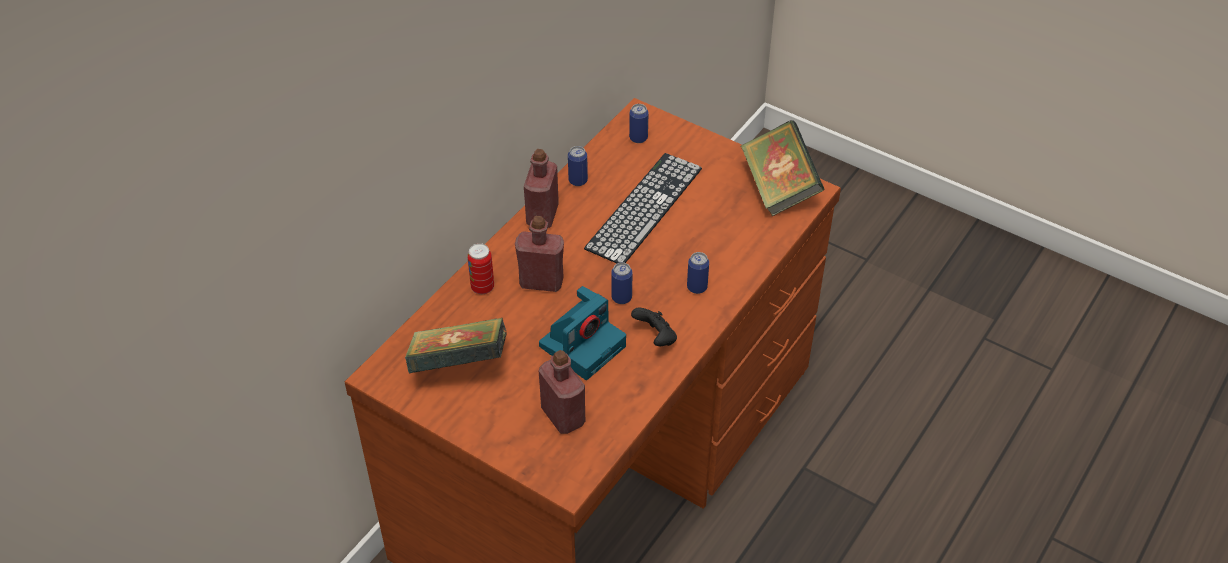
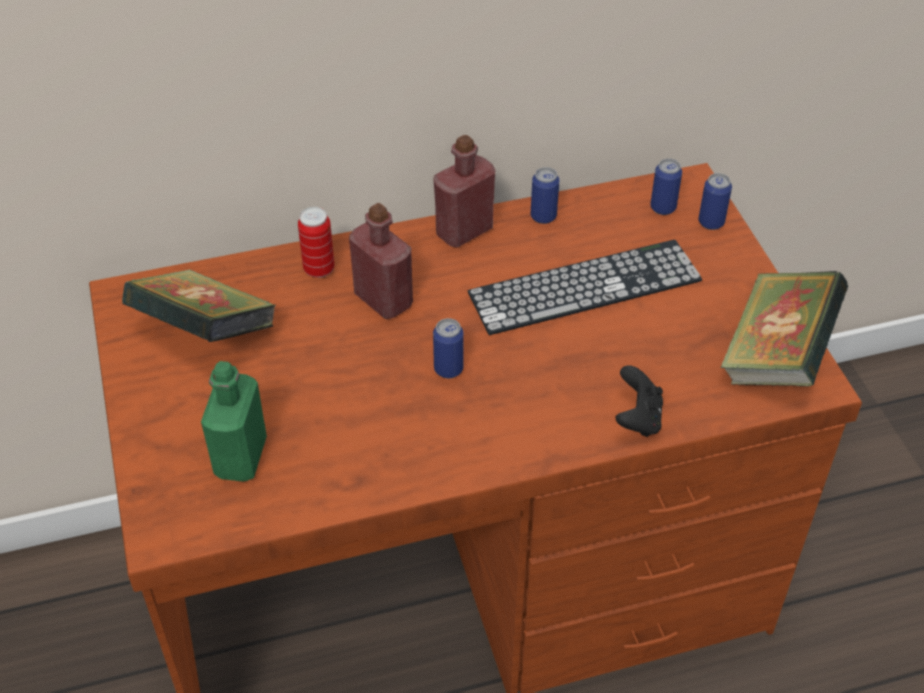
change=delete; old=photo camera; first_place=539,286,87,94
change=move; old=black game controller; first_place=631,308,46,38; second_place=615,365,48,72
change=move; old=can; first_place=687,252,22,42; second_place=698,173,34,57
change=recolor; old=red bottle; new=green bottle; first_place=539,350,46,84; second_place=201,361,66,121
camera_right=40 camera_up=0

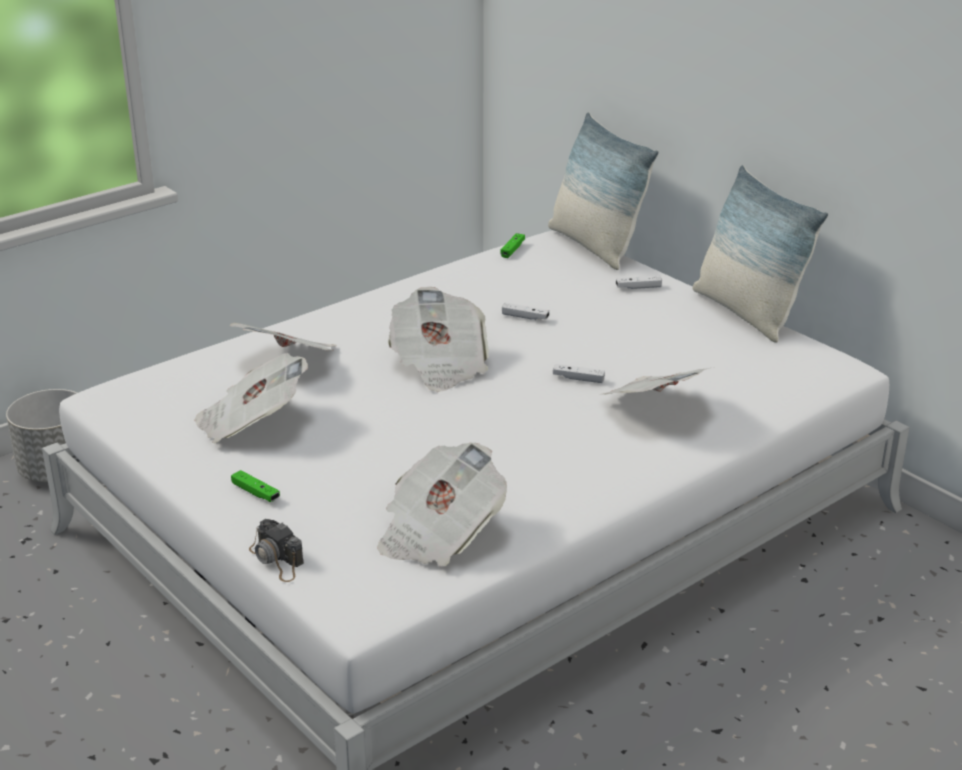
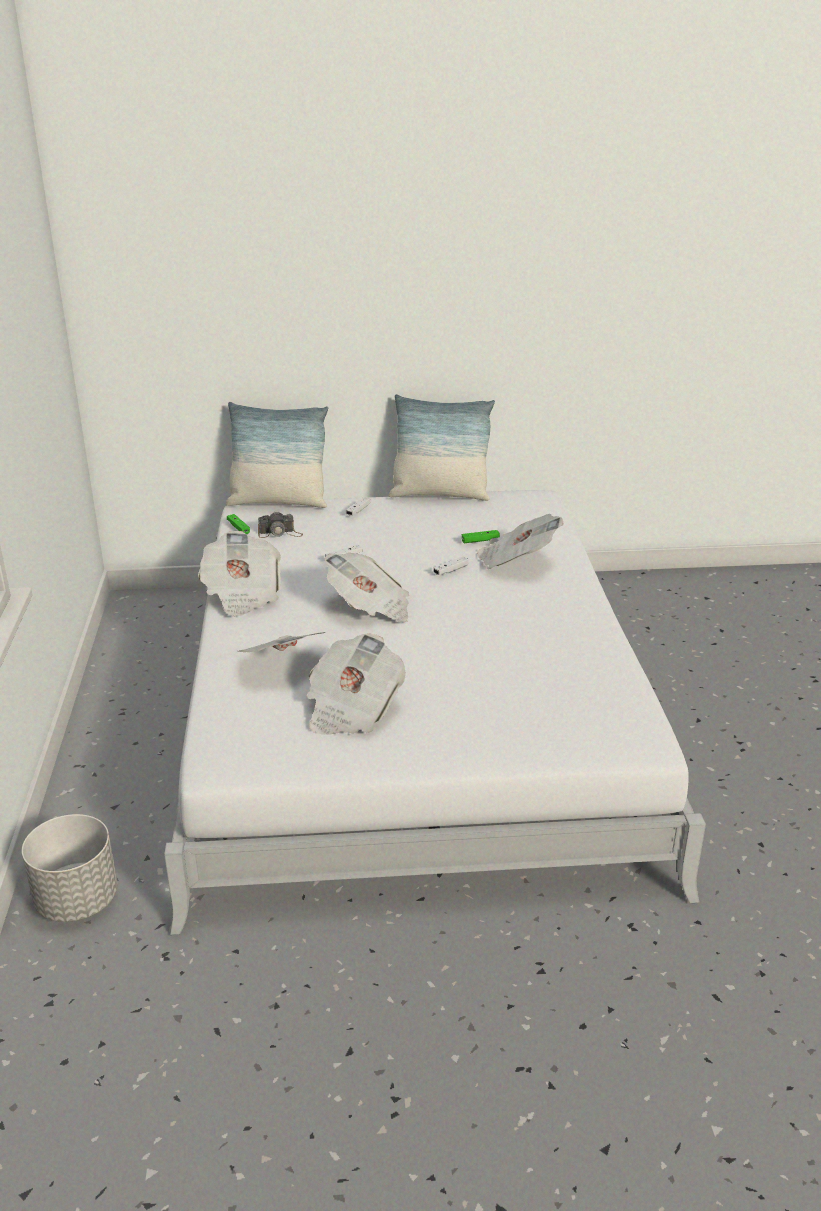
change=move; old=green game controller; first_place=231,470,49,32; second_place=462,530,38,13
change=move; old=photo camera; first_place=249,519,55,63; second_place=258,511,45,27
change=move; old=newspaper; first_place=377,443,130,123; second_place=198,531,83,86
camera_right=-55 camera_up=0

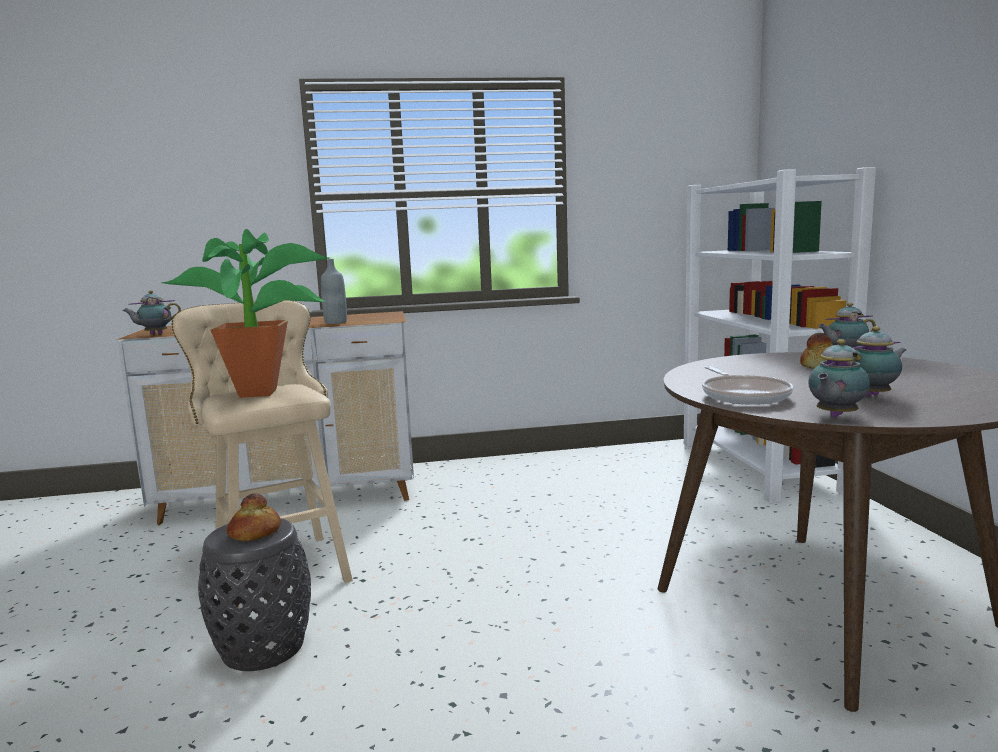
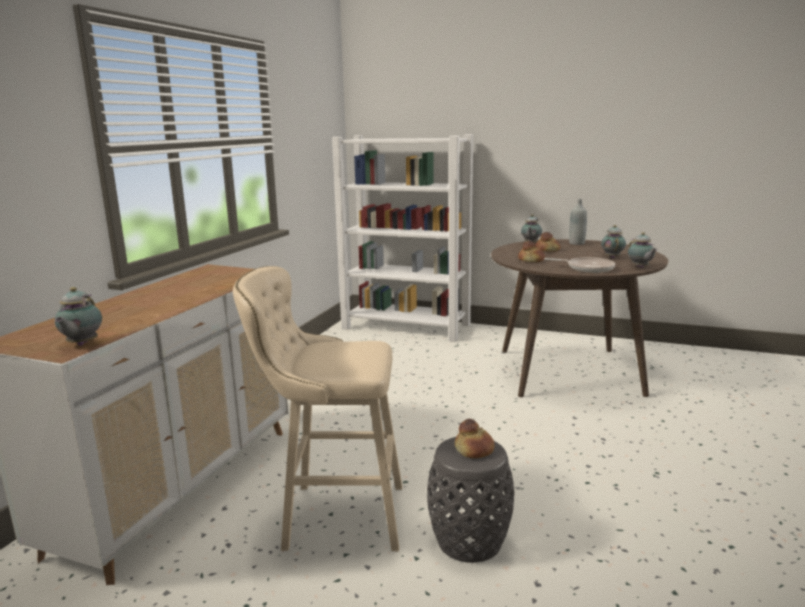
change=delete; old=potted plant; first_place=162,229,167,169
change=insert; new=bread; second_place=518,241,27,21
change=move; old=grey bottle; first_place=321,259,26,65; second_place=569,199,18,46
camera_right=-60 camera_up=5

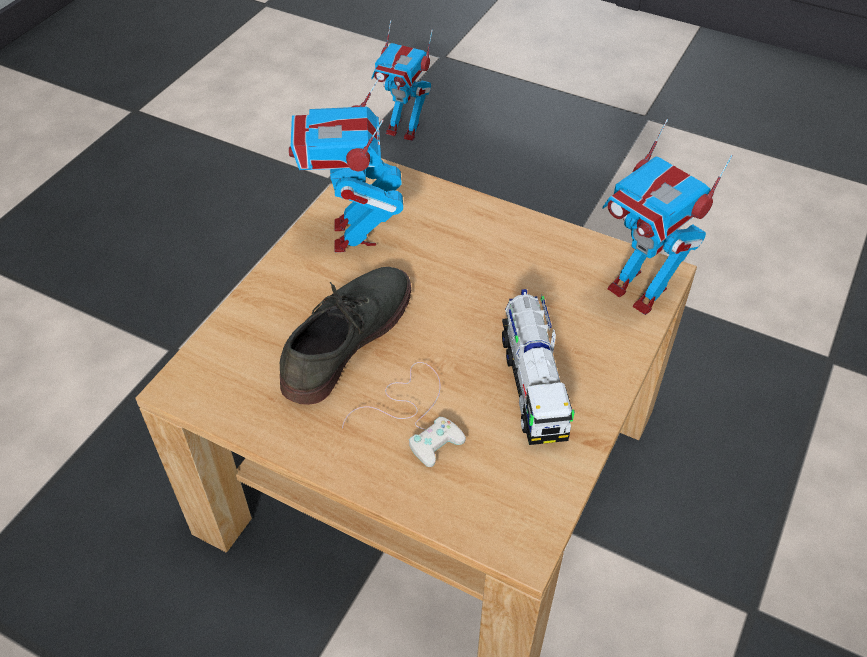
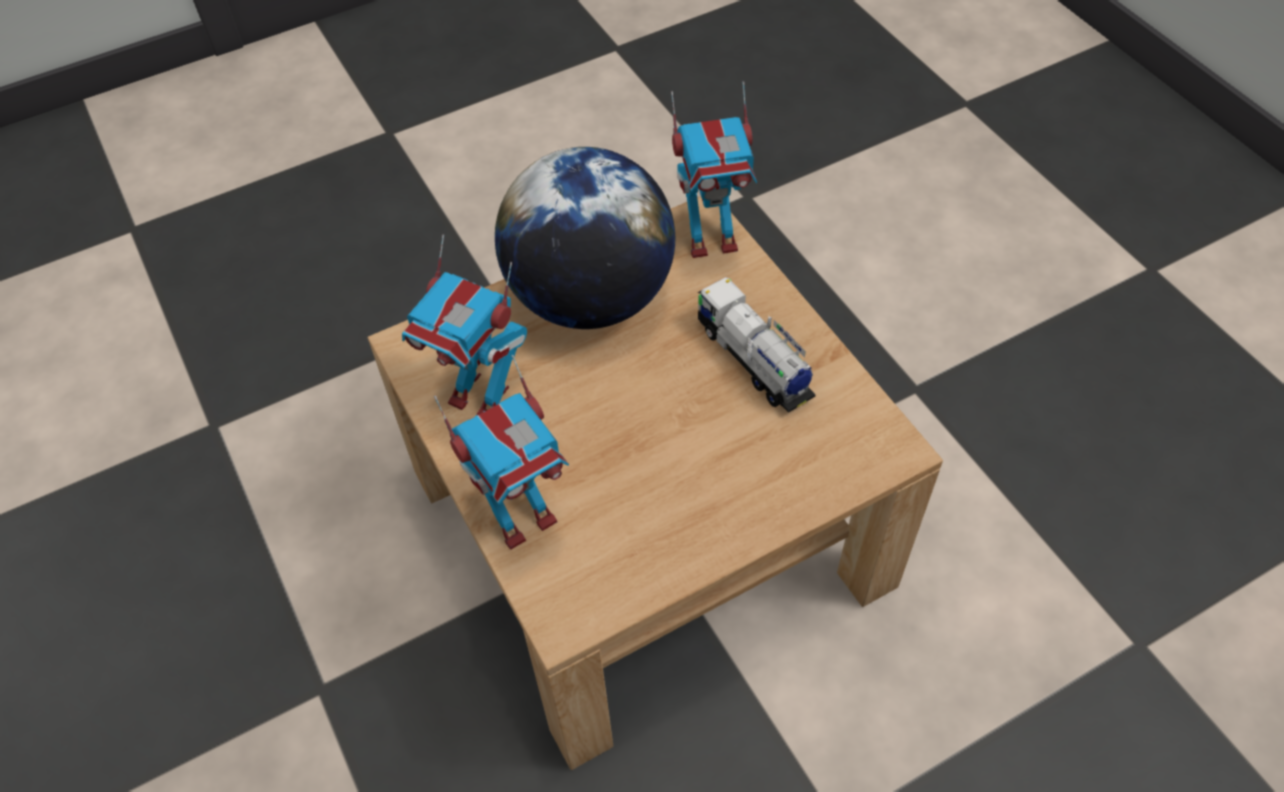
change=delete; old=grey shoe; first_place=280,267,131,138
change=delete; old=white game controller; first_place=342,362,124,105
change=insert; new=globe; second_place=495,147,181,182
change=move; old=toy robot; first_place=371,20,62,121; second_place=434,355,135,195
change=rotate; old=toy truck; first_place=502,289,73,156; second_place=698,277,118,136; degrees=-150
camera_right=-55 camera_up=5

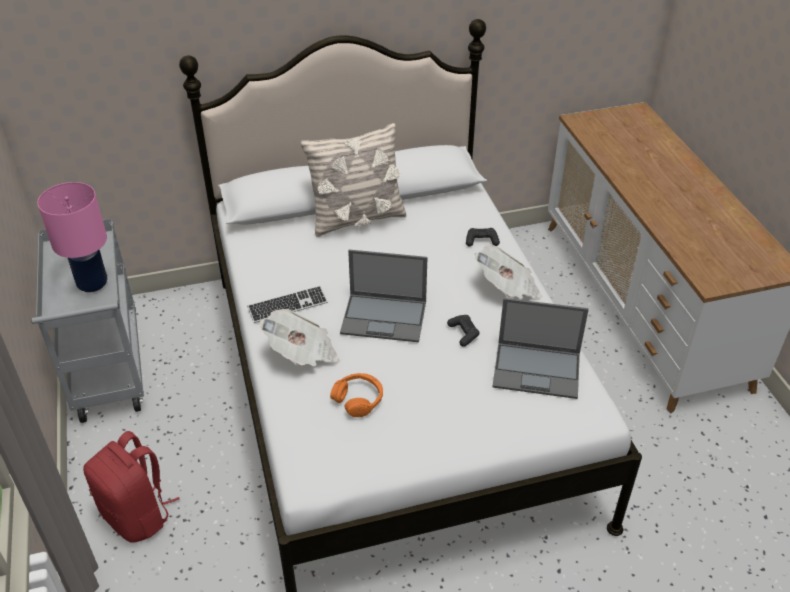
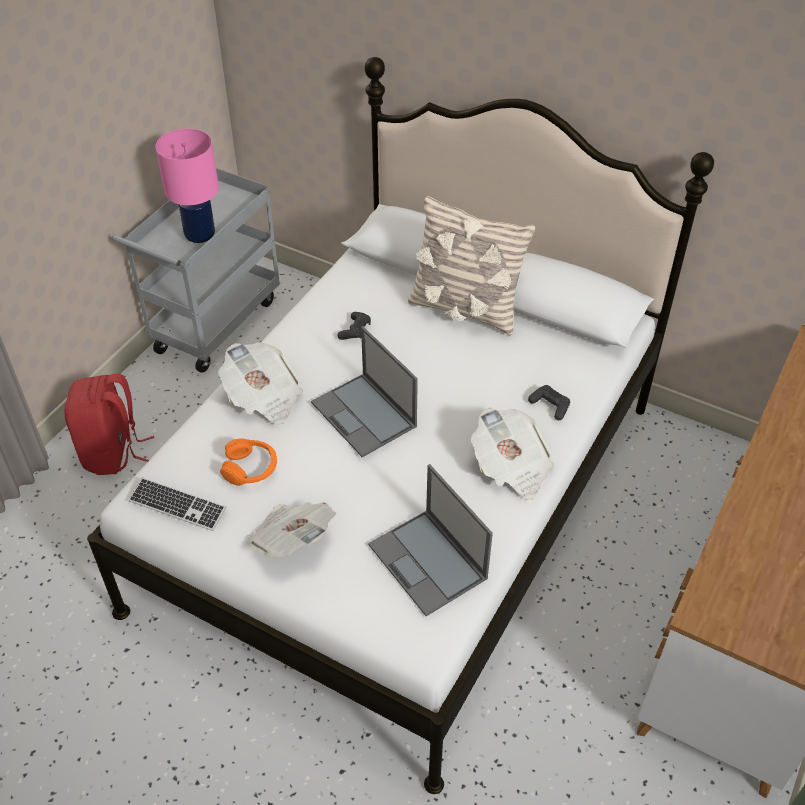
change=insert; new=newspaper; second_place=247,502,89,56
change=move; old=keyboard; first_place=247,286,81,37; second_place=129,477,97,54
change=move; old=black game controller; first_place=447,315,33,32; second_place=337,312,34,28
camera_right=45 camera_up=5

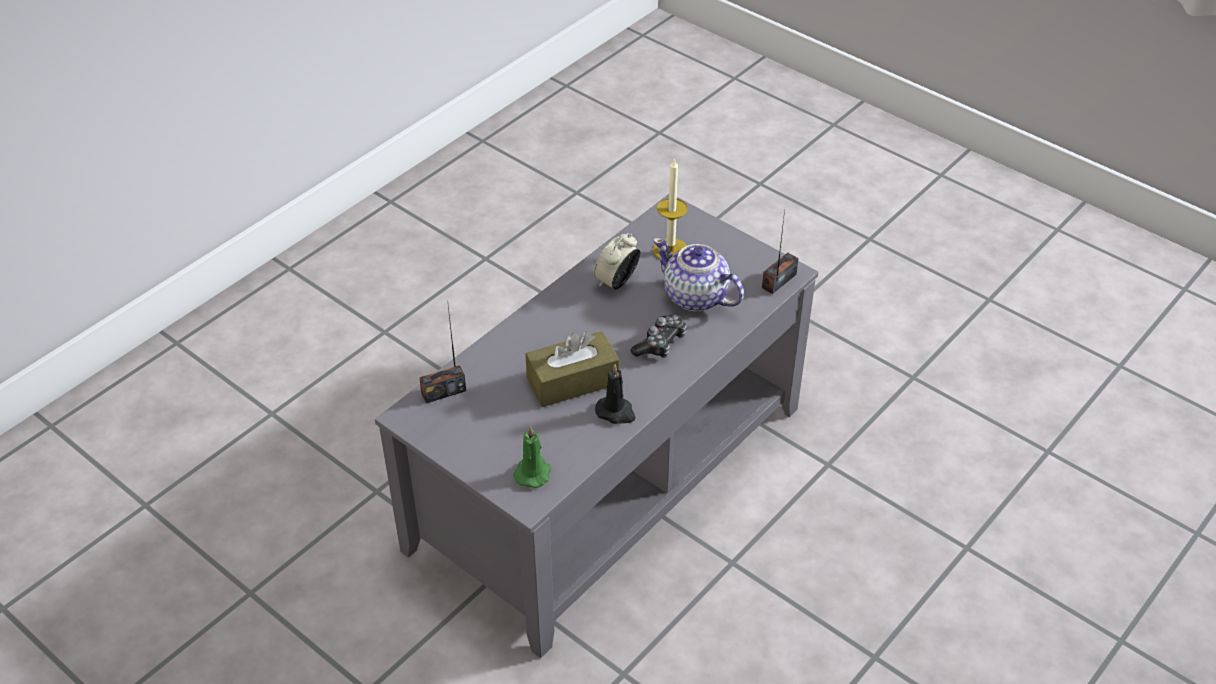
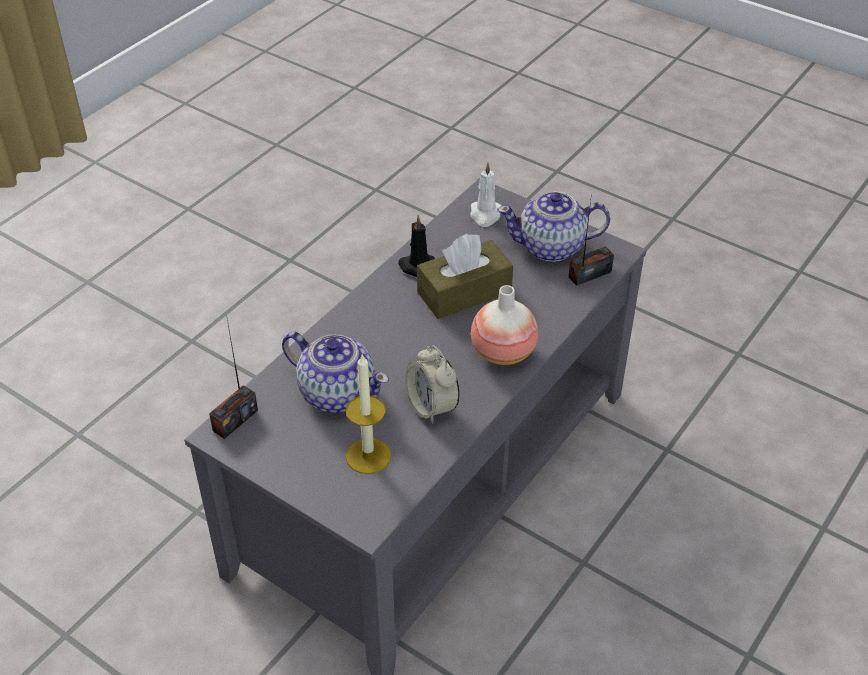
change=delete; old=game controller; first_place=631,314,56,44
change=insert; new=vase; second_place=471,285,67,80
change=insert; new=teapot; second_place=497,191,113,71
change=recolor; old=green candle; new=white candle; first_place=513,426,38,62; second_place=470,162,32,65
change=rotate; old=alarm clock; first_place=593,233,47,57; second_place=405,346,55,78; degrees=120
camera_right=175 camera_up=0

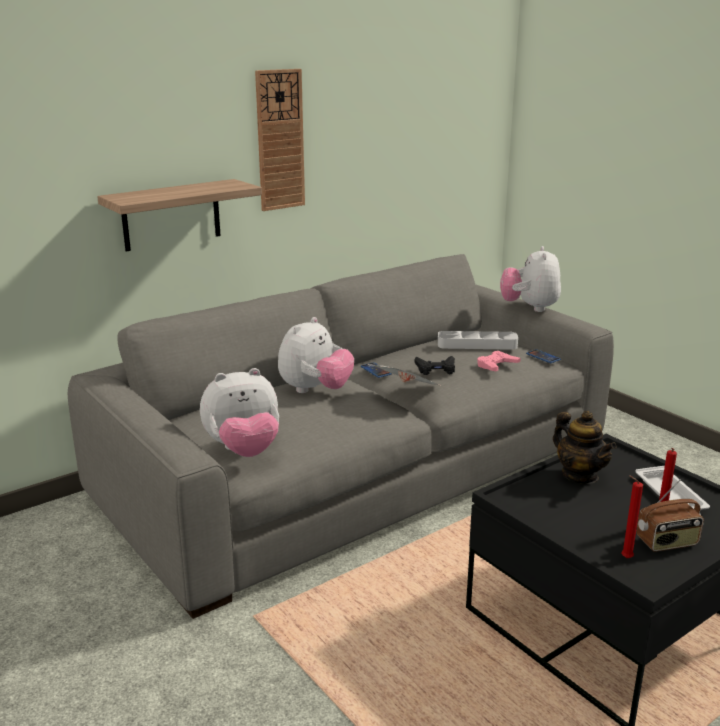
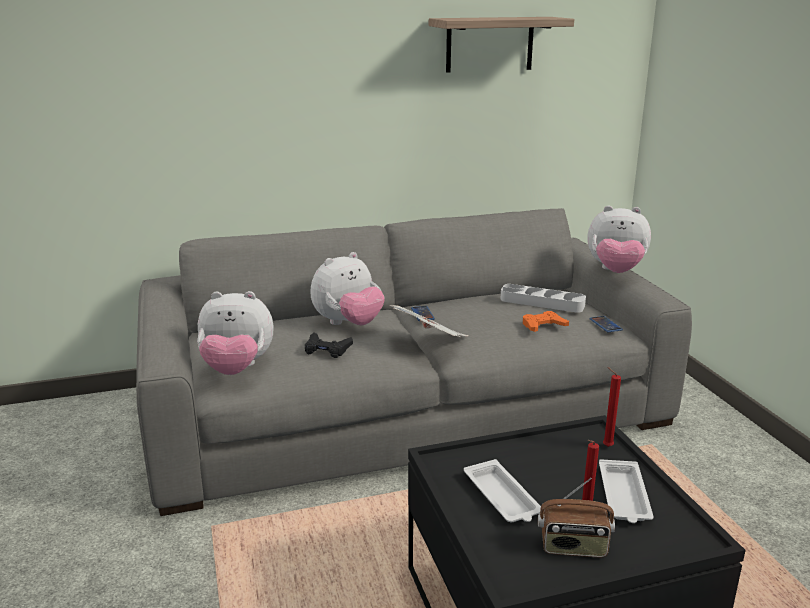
change=delete; old=wall clock; first_place=255,69,50,142
change=delete; old=teapot; first_place=553,411,63,73
change=insert; new=white tray; second_place=464,459,77,64
change=move; old=shelf; first_place=97,179,165,73; second_place=429,17,145,55
change=move; old=black game controller; first_place=414,356,41,19; second_place=305,333,48,25
change=move; old=red candle; first_place=621,475,22,83; second_place=603,367,18,80
change=recolor; old=pink game controller; new=orange game controller; first_place=477,351,44,20; second_place=523,311,46,21
change=rotate; old=plush toy; first_place=500,246,61,66; second_place=587,205,64,68; degrees=-105
camera_right=20 camera_up=0

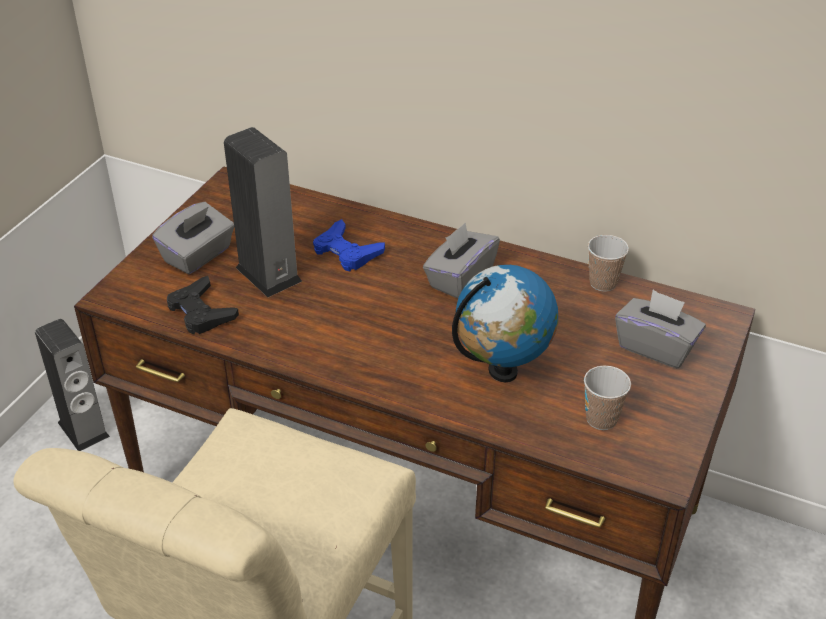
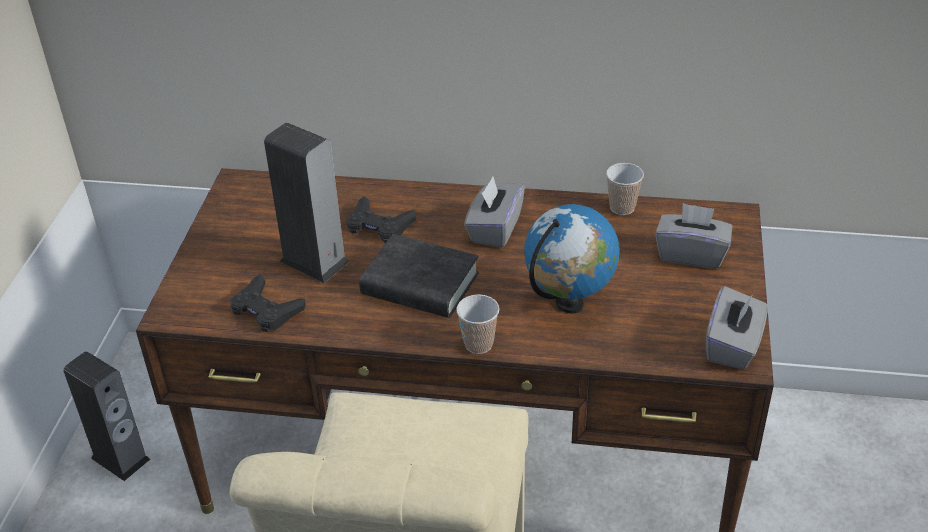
change=insert; new=black book; second_place=359,234,120,84
change=move; old=grey tissue box; first_place=152,202,82,72; second_place=706,286,62,84
change=move; old=cup; first_place=584,366,47,64; second_place=456,294,43,60
change=recolor; old=blue game controller; new=black game controller; first_place=313,219,72,52; second_place=347,196,69,47
camera_right=-15 camera_up=0

